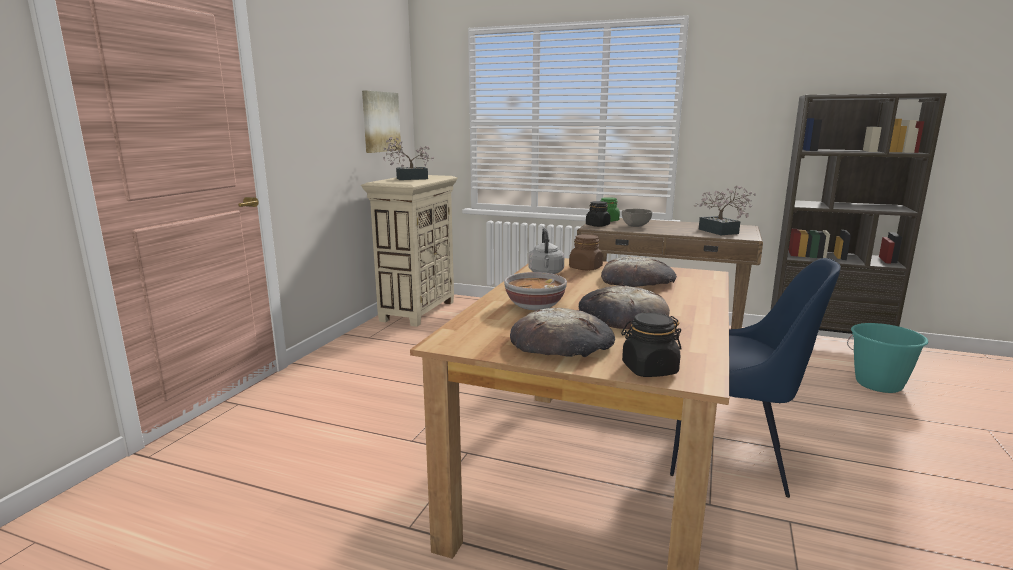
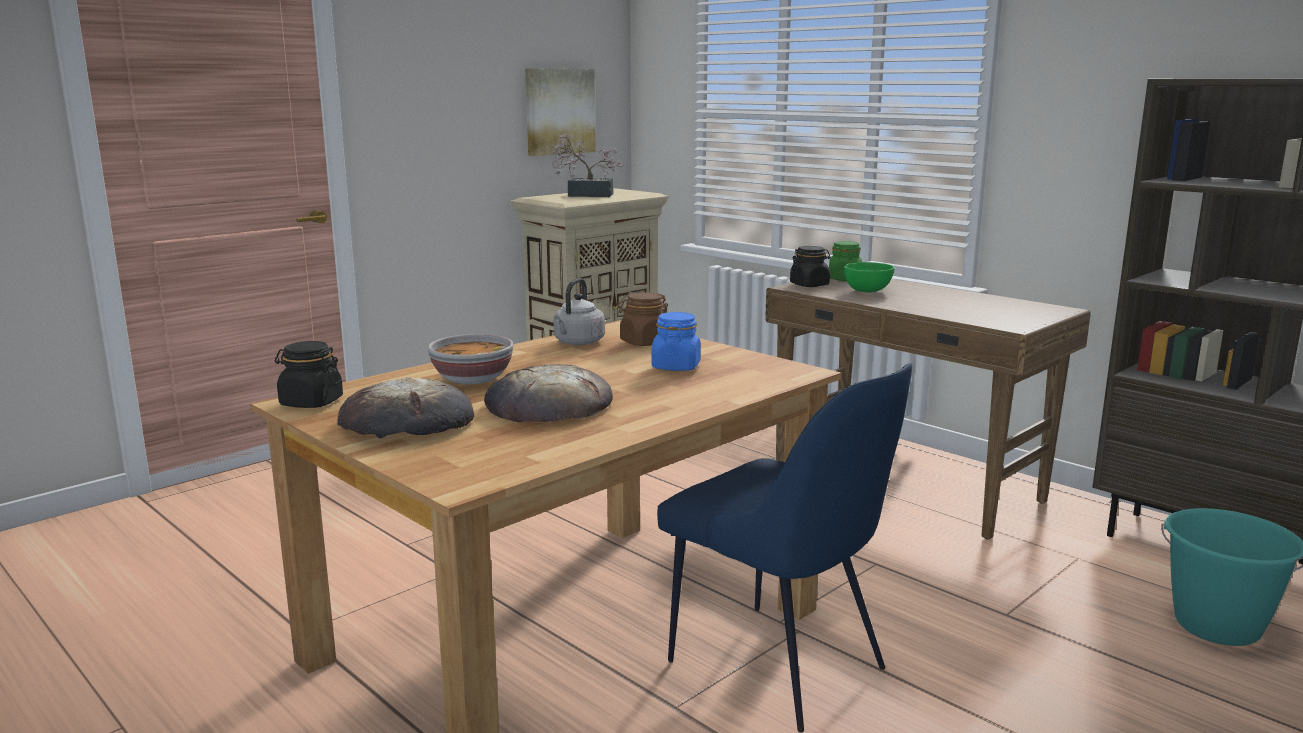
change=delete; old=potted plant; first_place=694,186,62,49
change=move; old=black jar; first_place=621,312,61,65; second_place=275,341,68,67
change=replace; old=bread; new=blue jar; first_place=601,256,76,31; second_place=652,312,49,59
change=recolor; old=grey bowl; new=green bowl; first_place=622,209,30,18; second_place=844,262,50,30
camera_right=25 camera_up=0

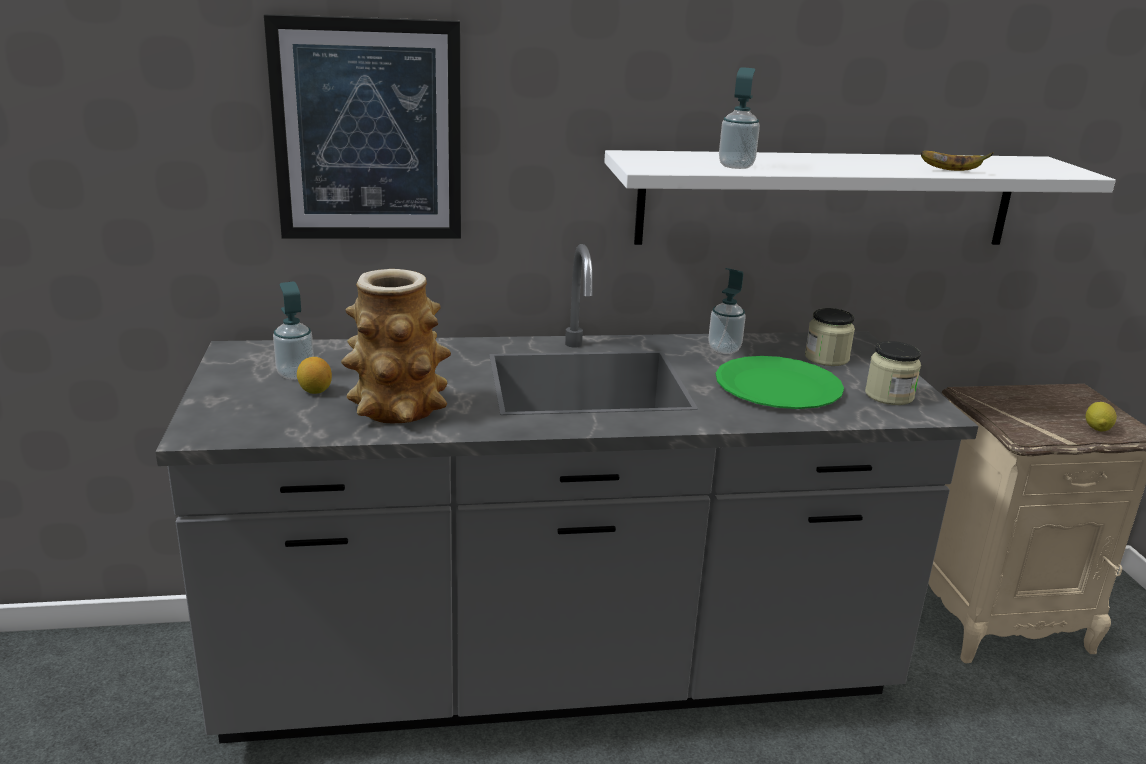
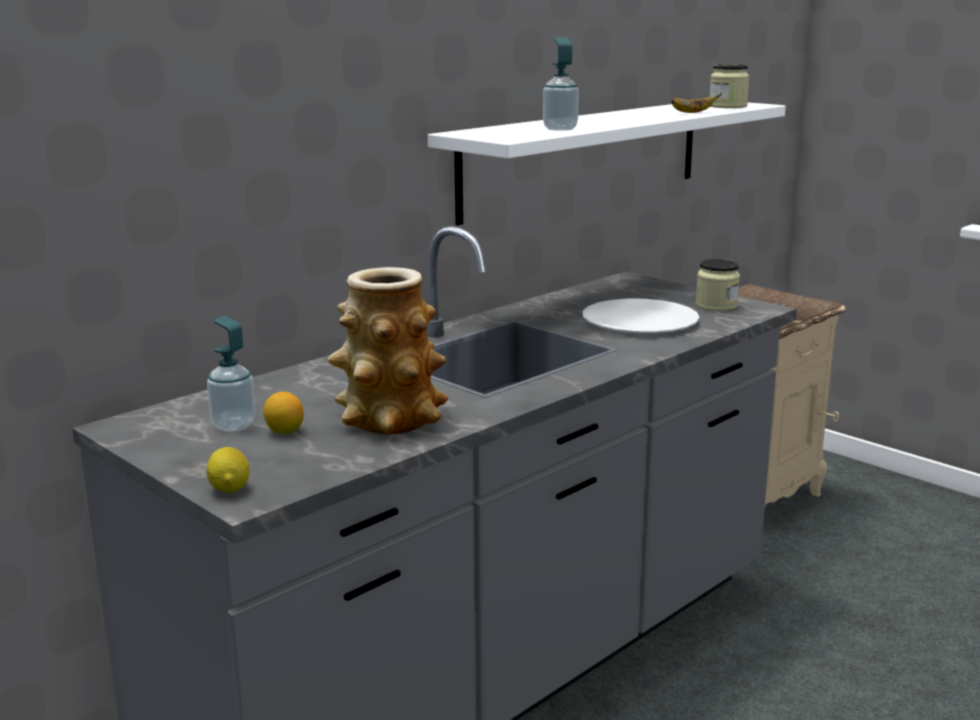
change=delete; old=picture; first_place=264,14,197,225
change=delete; old=soap dispenser; first_place=708,268,38,86
change=move; old=jar; first_place=805,308,50,58; second_place=710,64,39,44
change=move; old=lemon; first_place=1085,402,32,29; second_place=207,447,43,46
change=recolor; old=green plate; new=white plate; first_place=716,356,128,53; second_place=583,298,116,35
camera_right=-35 camera_up=-5

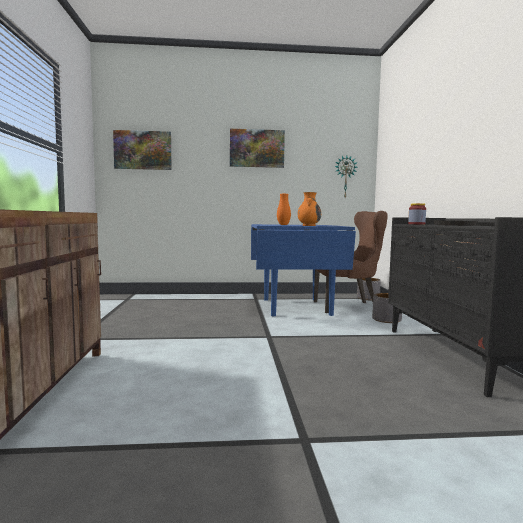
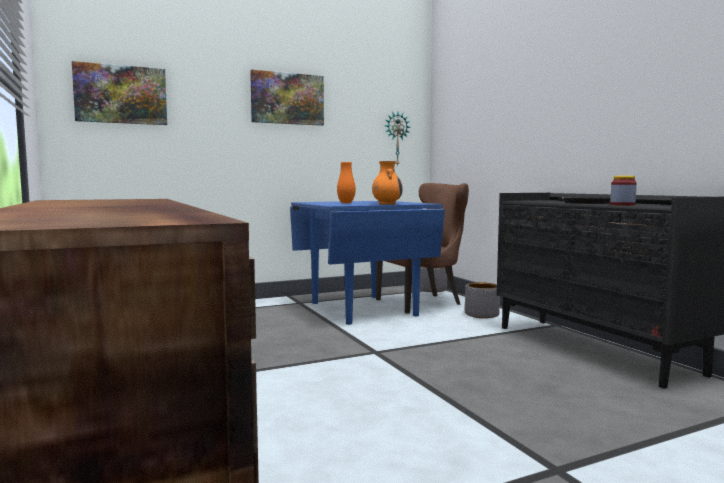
change=move; old=jar; first_place=408,203,18,21; second_place=610,176,27,30
camera_right=-20 camera_up=0

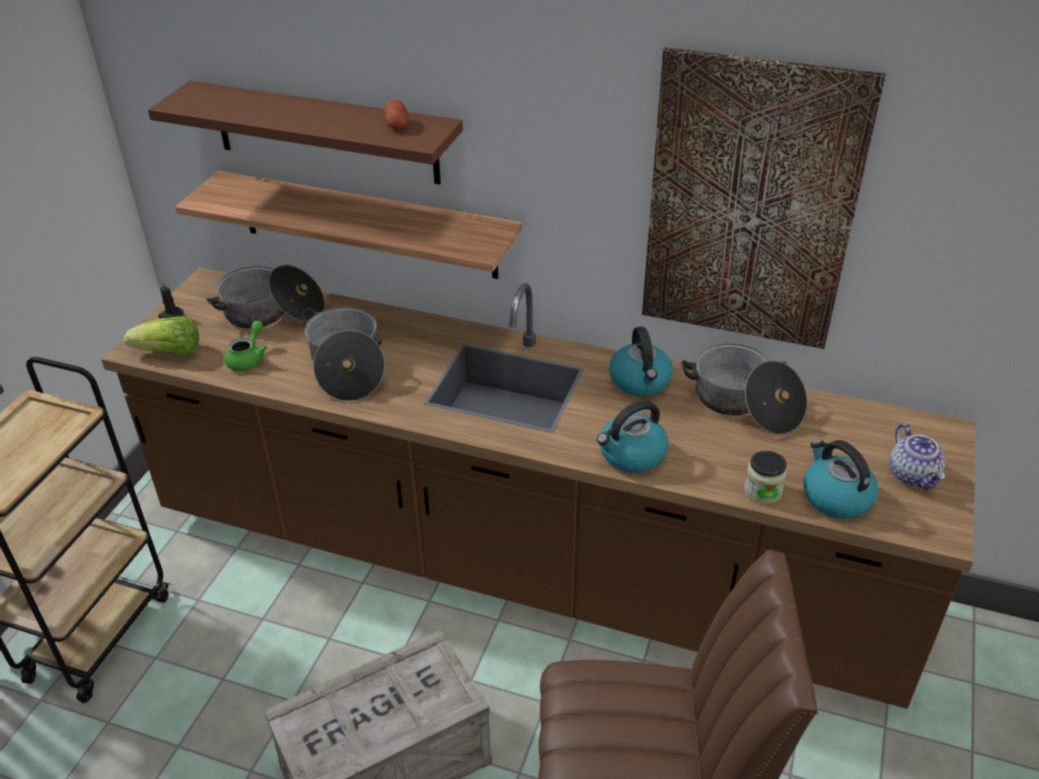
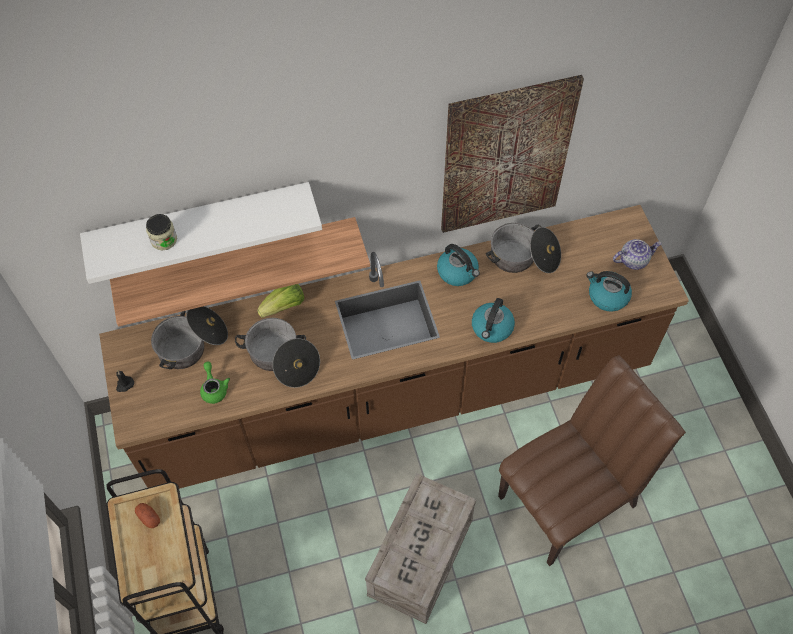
change=move; old=lettuce; first_place=124,316,75,40; second_place=257,284,47,34
change=move; old=potato; first_place=385,100,23,29; second_place=135,503,25,25
change=move; old=jar; first_place=744,451,43,53; second_place=146,214,31,36
change=recolor; old=brown shelf; new=white shelf; first_place=148,81,315,104; second_place=80,182,242,102
change=rotate; old=teapot; first_place=890,423,55,67; second_place=613,239,49,31; degrees=-60
camera_right=-35 camera_up=20

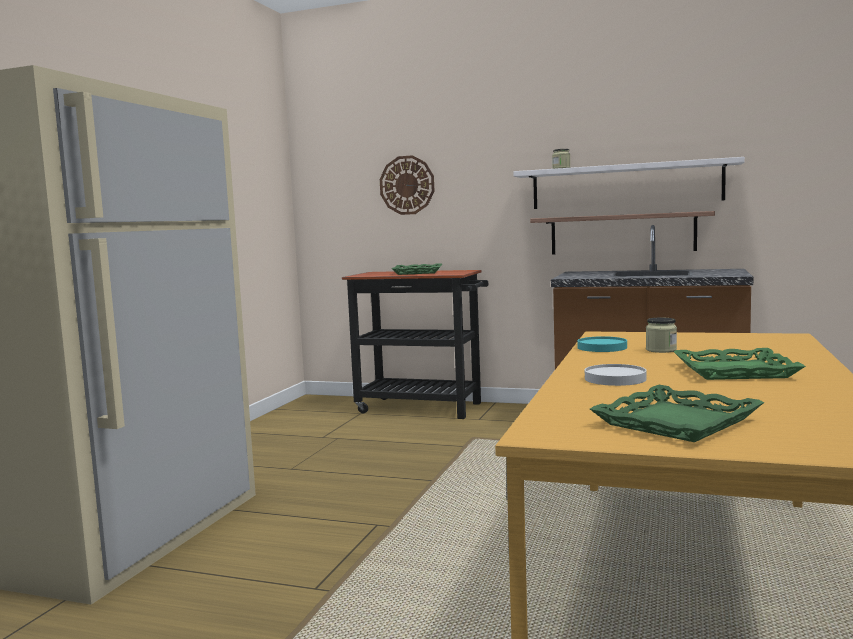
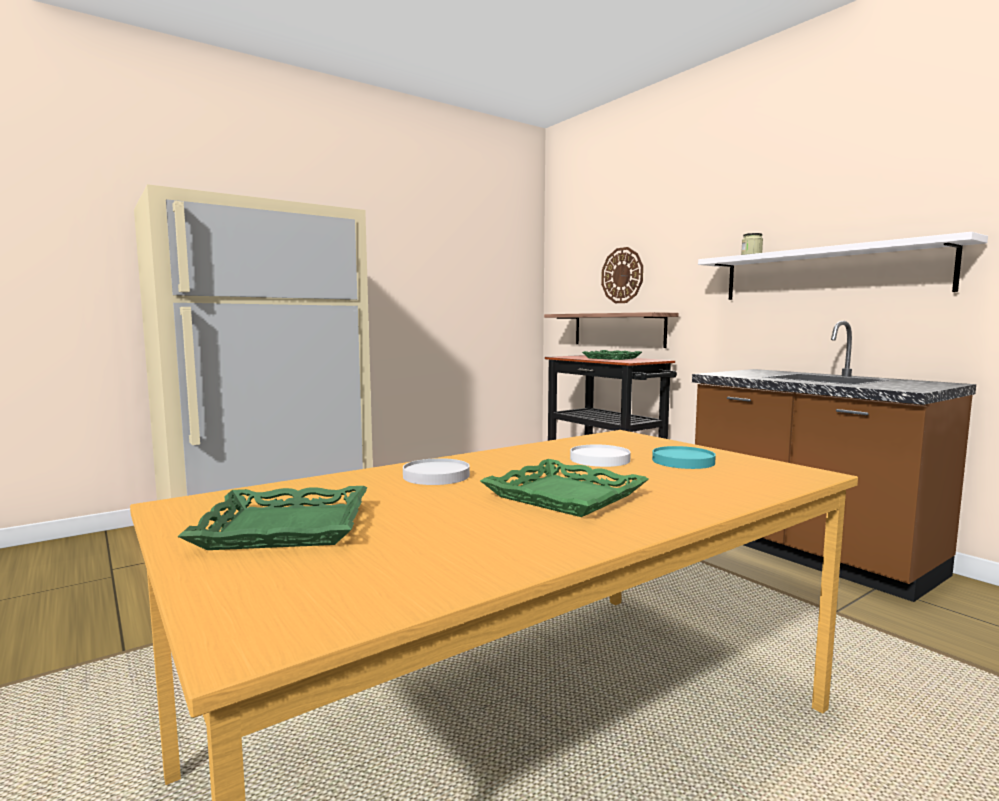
change=move; old=shelf; first_place=530,211,185,43; second_place=544,312,135,36
change=move; old=turquoise plate; first_place=577,336,50,16; second_place=652,446,64,23
change=replace; old=jar; new=white plate; first_place=646,318,31,35; second_place=570,445,61,22
camera_right=35 camera_up=0

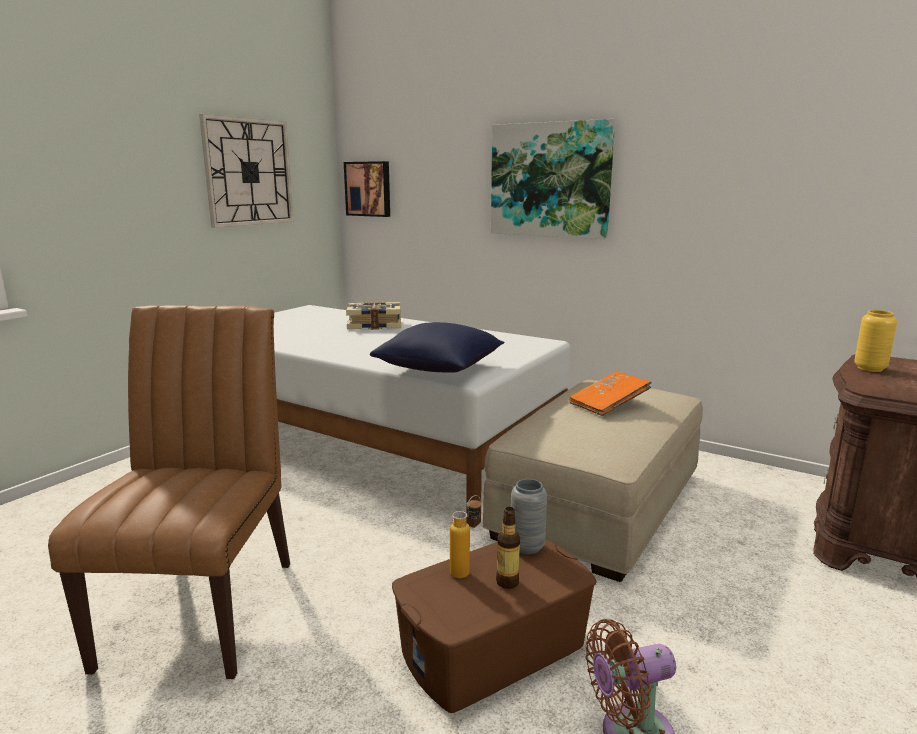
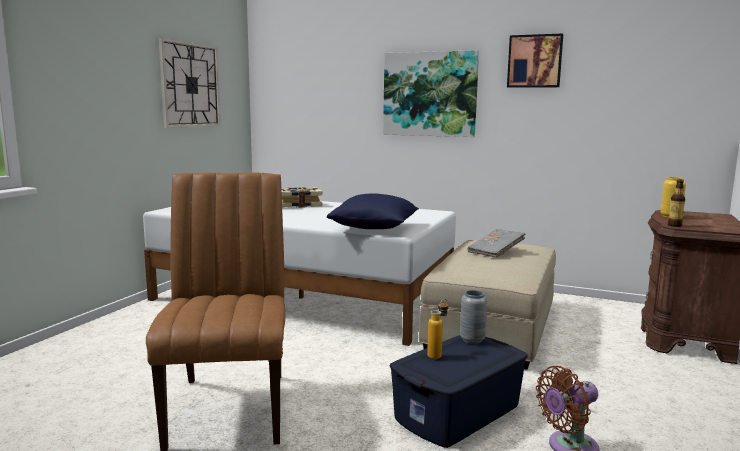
change=move; old=picture; first_place=344,161,46,56; second_place=507,33,56,55
change=move; old=bottle; first_place=496,507,24,82; second_place=668,180,17,47
change=recolor; old=brown storage box; new=blue storage box; first_place=392,539,205,174; second_place=390,335,138,113
change=recolor; old=orange book; new=grey book; first_place=569,372,83,44; second_place=467,229,59,29
camera_right=-10 camera_up=-5

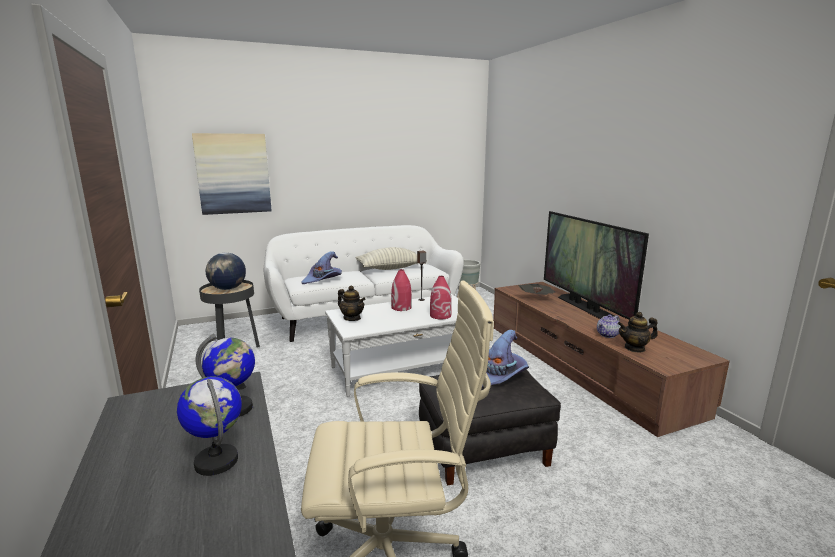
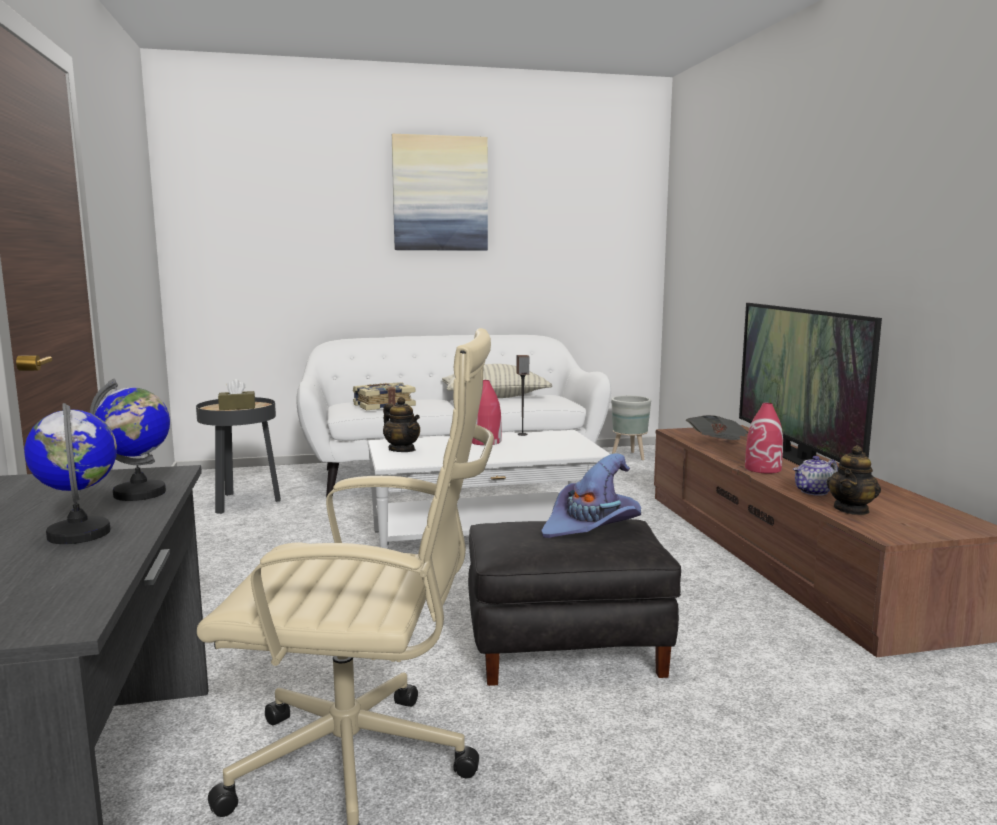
change=move; old=picture; first_place=192,133,80,82; second_place=392,134,96,117
change=move; old=red vase; first_place=430,276,22,43; second_place=745,403,38,71
change=replace; old=globe; new=brown tissue box; first_place=206,253,40,37; second_place=218,379,37,31
change=replace; old=purple hat; new=book; first_place=302,251,40,33; second_place=353,382,63,28
change=rotate; old=teapot; first_place=618,312,40,41; second_place=827,445,54,70; degrees=-60
camera_right=10 camera_up=-5

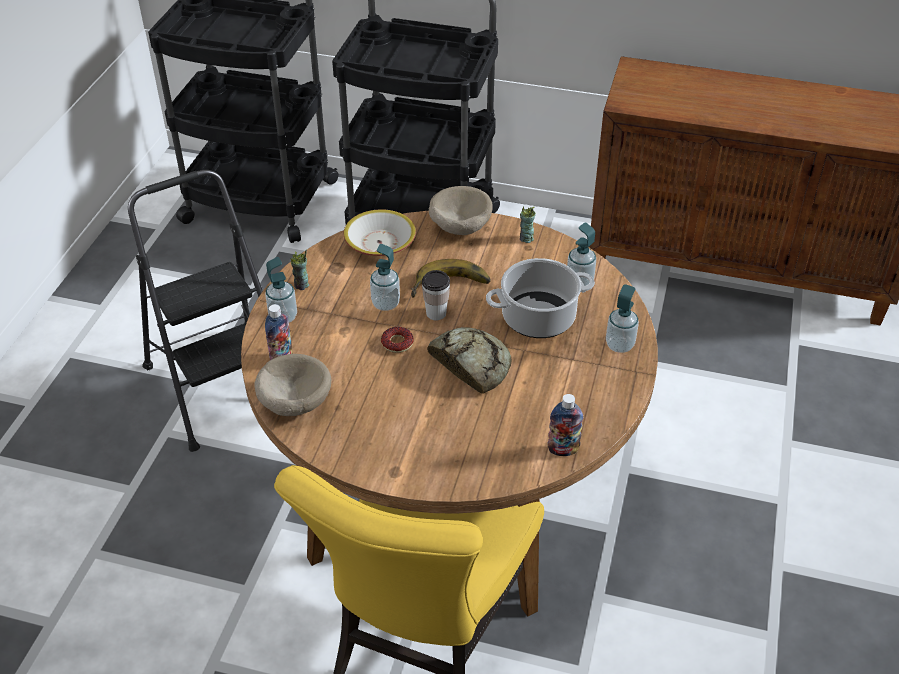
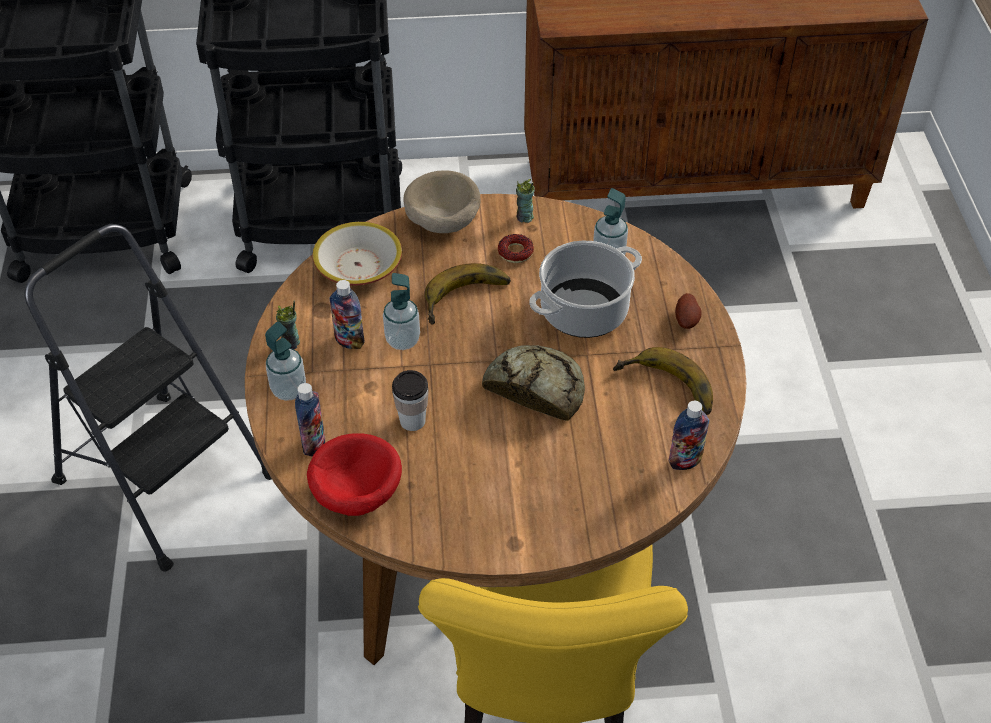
change=insert; new=bottle; second_place=329,280,36,69
change=insert; new=banana; second_place=613,347,100,68
change=move; old=donut; first_place=381,327,33,26; second_place=498,234,36,29
change=move; old=cup; first_place=422,270,28,50; second_place=392,370,37,61
change=replace; old=soap dispenser; new=potato; first_place=606,284,33,69; second_place=675,293,26,36
change=recolor; old=beige bowl; new=red bowl; first_place=254,354,77,62; second_place=307,433,95,83
camera_right=-20 camera_up=5

